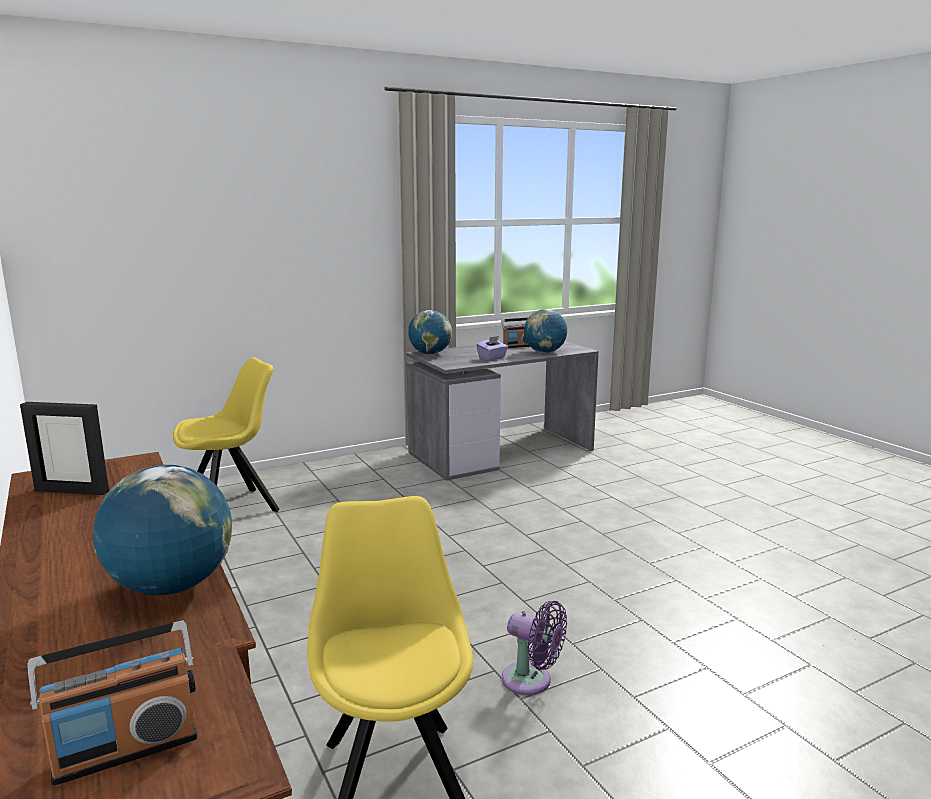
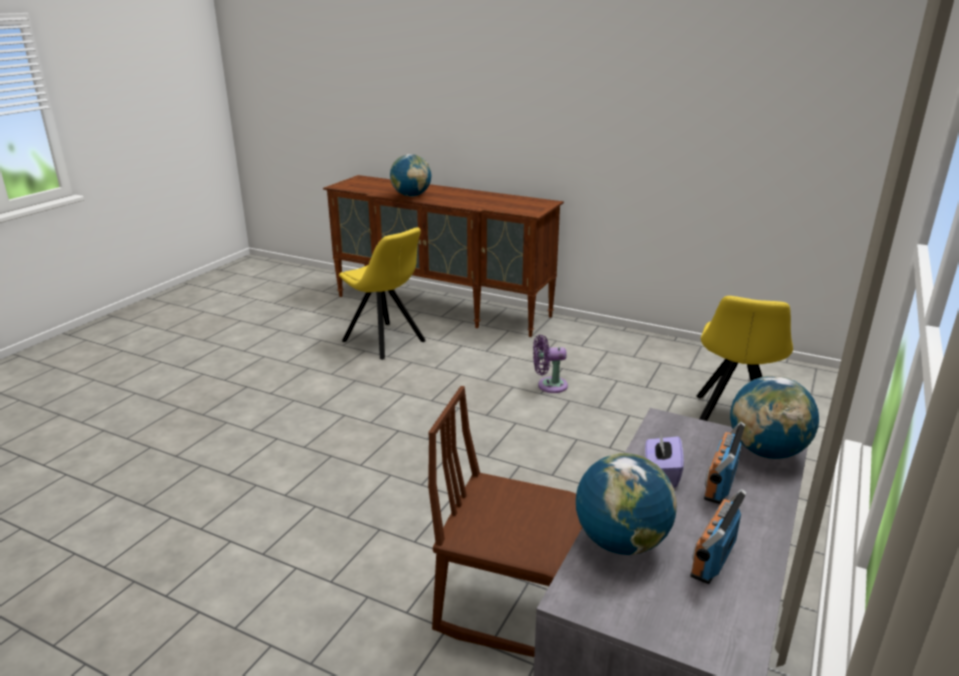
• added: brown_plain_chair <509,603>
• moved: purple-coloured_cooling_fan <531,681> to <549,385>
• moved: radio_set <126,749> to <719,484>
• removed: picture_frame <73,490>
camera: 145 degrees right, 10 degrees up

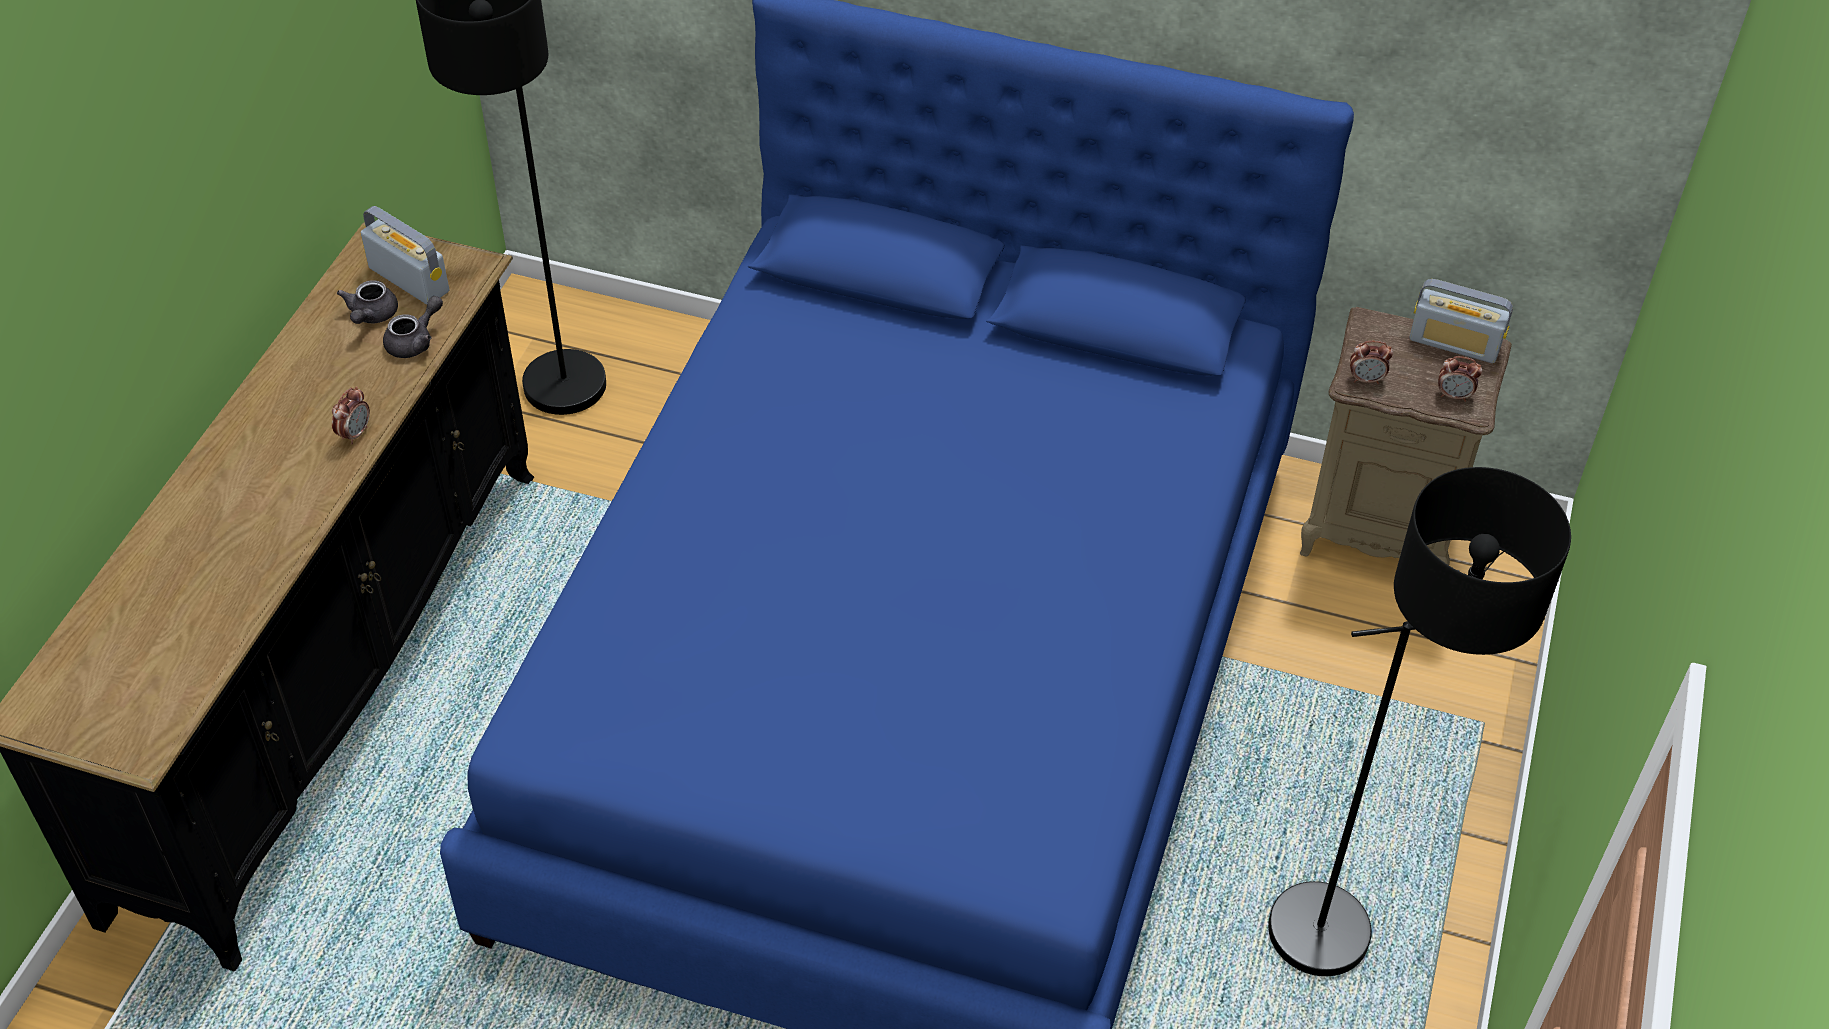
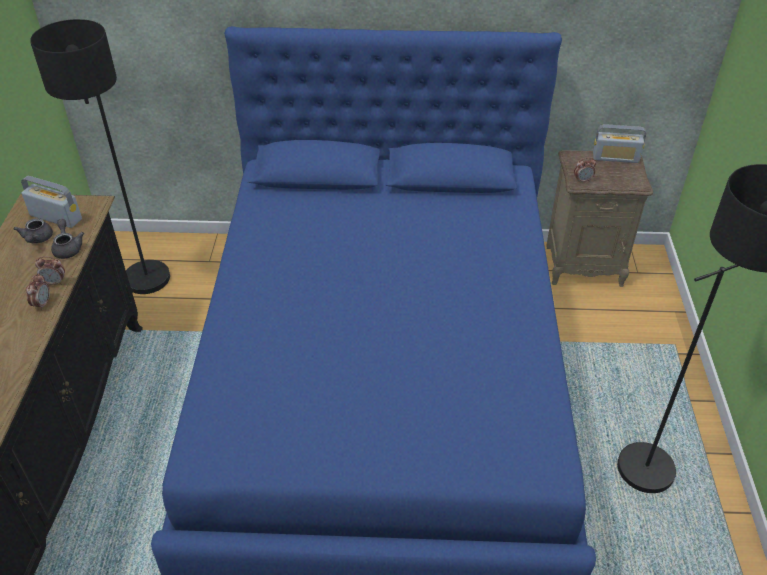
• moved: bedside_clock <1454,395> to <55,282>
• turned: grey_pot_for_tea <415,341> = <68,248> 45 degrees counterclockwise
camera: 15 degrees left, 5 degrees down

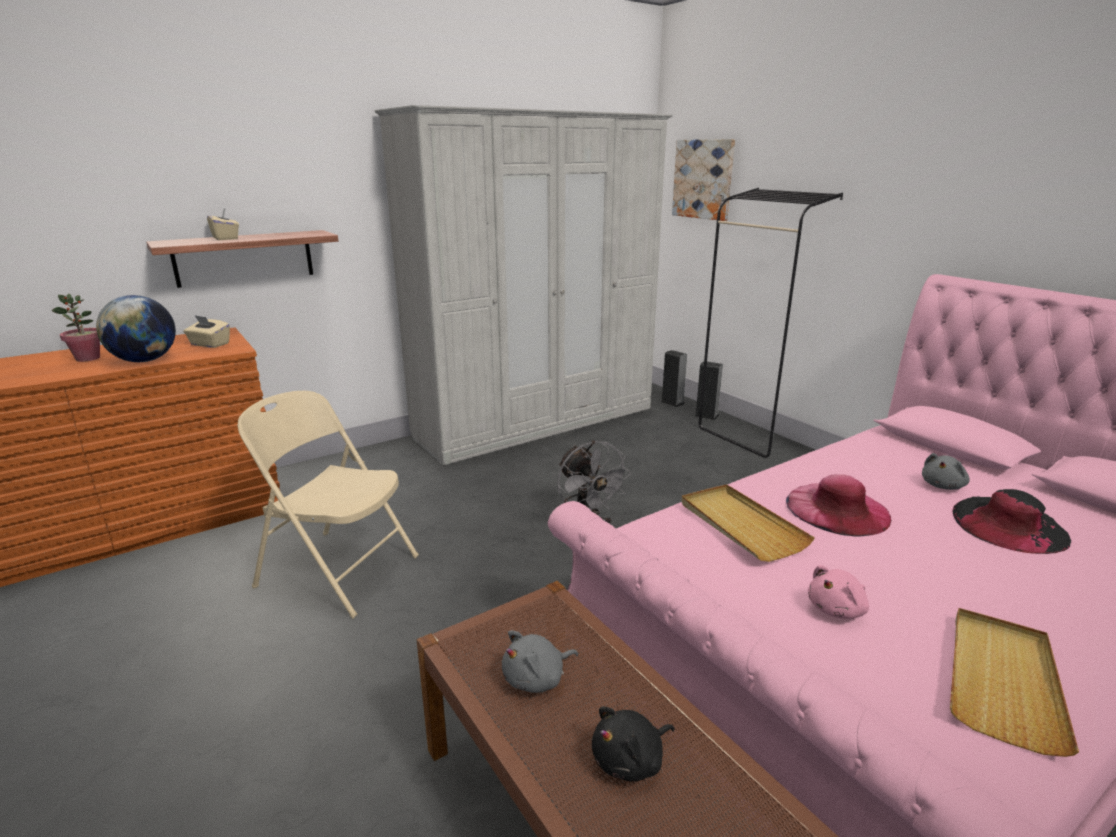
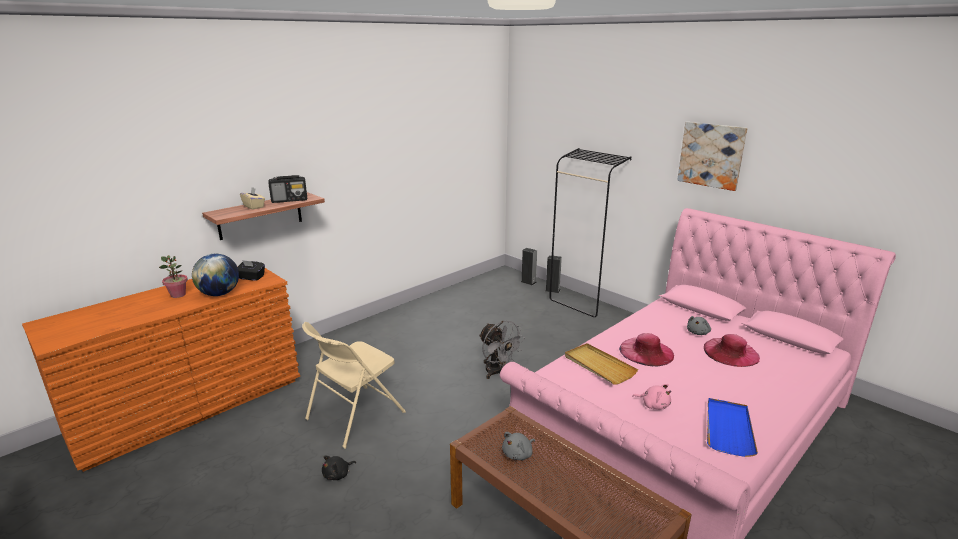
• recoloured: beige_tissue_holder <209,344> to black_tissue_holder <251,278>
• added: radio_set <290,200>
• turned: beige_plain_chair <338,571> = <355,415> 60 degrees counterclockwise
• moved: black_soft_toy <631,760> to <338,475>
• turned: pink-coloured_soft_toy <837,609> = <653,405> 105 degrees counterclockwise
• moved: picture <703,179> to <711,155>
• recoloured: black_clothing_hat <1008,525> to pink-coloured_clothing_hat <731,352>
• recoloured: beige_serving_tray <1002,680> to blue-coloured_serving_tray <728,428>
• removed: white_armoire <537,422>
camera: 10 degrees left, 0 degrees up

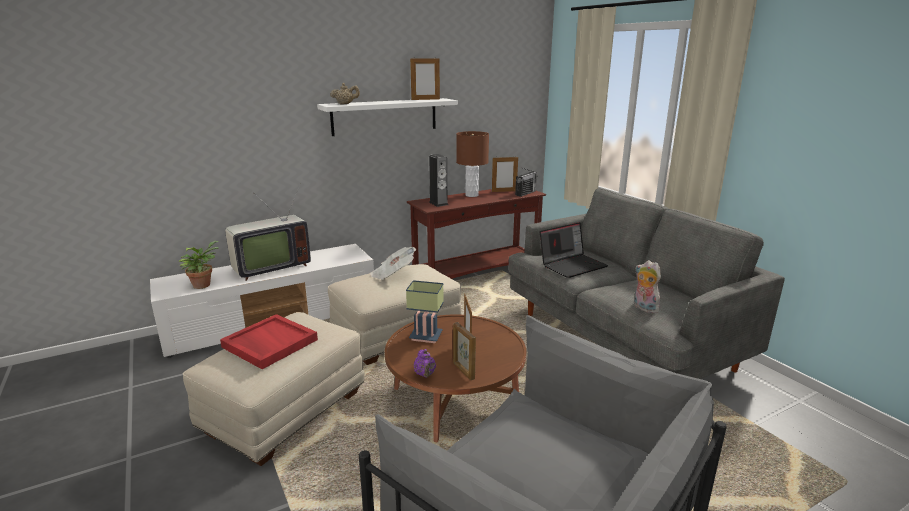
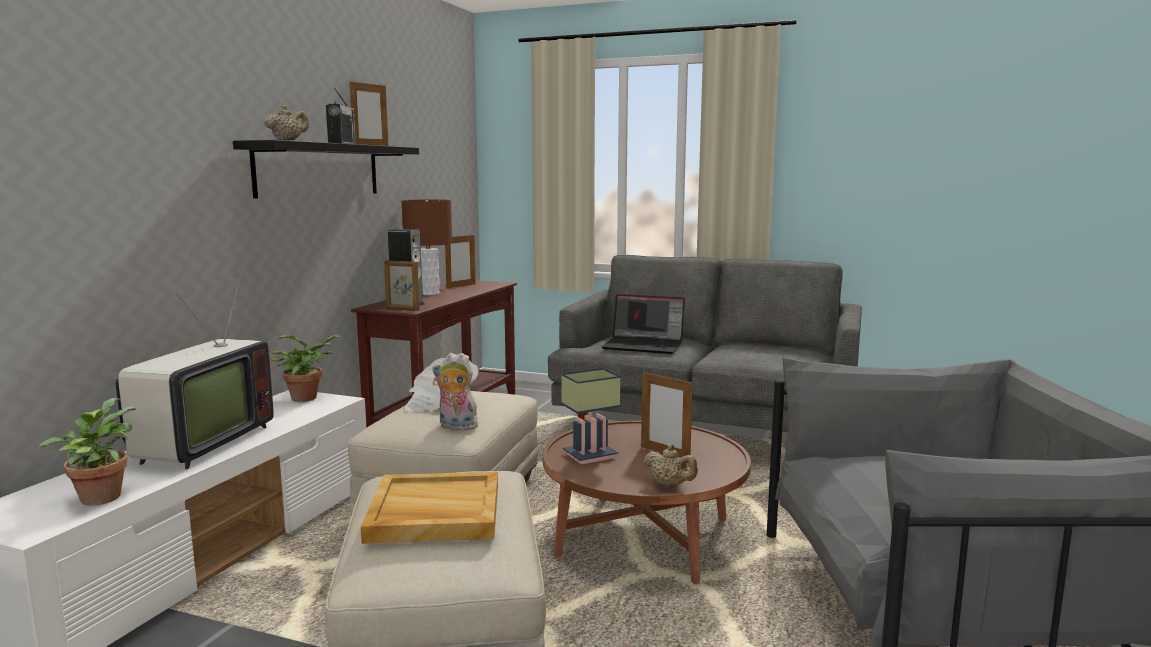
• recoloured: white_shelf <385,116> to black_shelf <319,170>
• added: potted_plant <307,397>
• moved: radio_set <525,193> to <342,144>
• recoloured: red_serving_tray <269,343> to beige_serving_tray <434,513>
• moved: picture_frame <463,371> to <402,309>
• moved: soft_toy <643,308> to <456,427>
• turned: notebook_computer <572,265> = <644,345> 90 degrees clockwise
• recoloured: purple-coloured_pot_for_tea <425,375> to beige_pot_for_tea <670,485>
camera: 40 degrees left, 10 degrees down

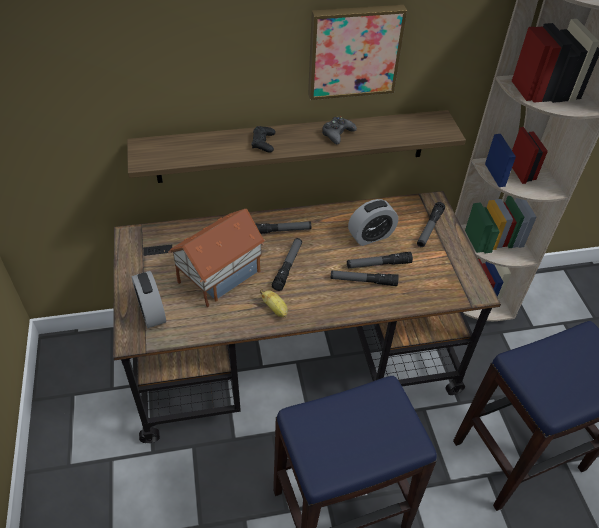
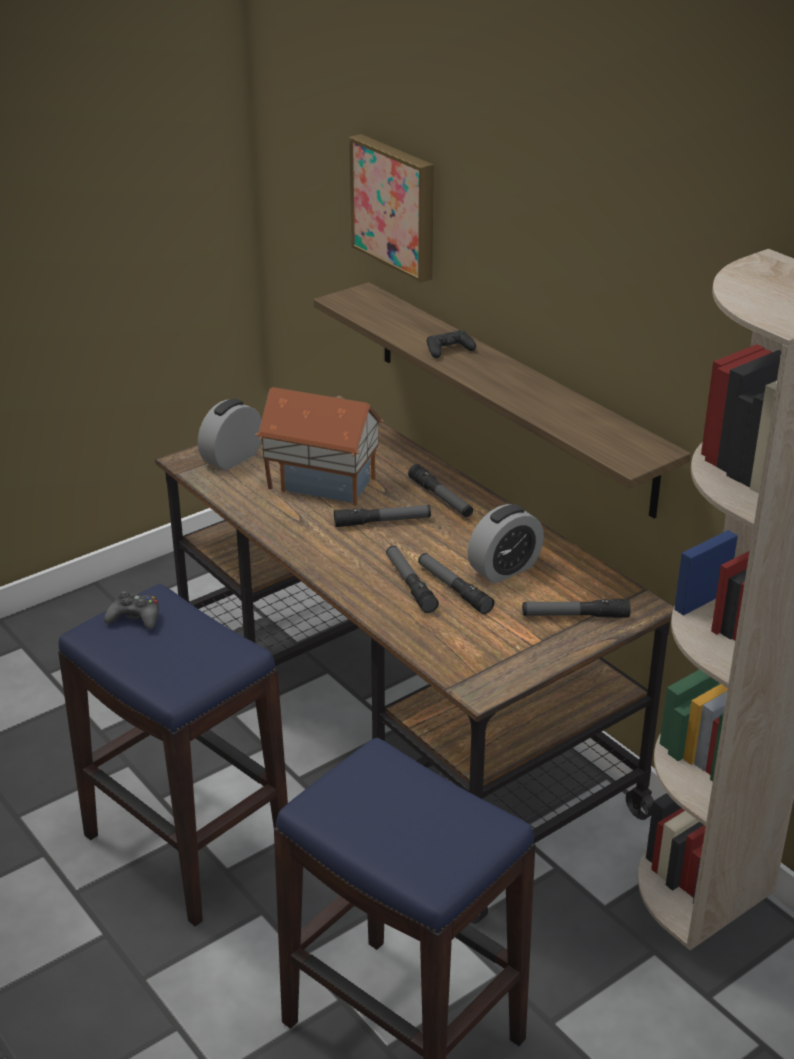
• moved: black_joypad <337,134> to <135,617>
• moved: picture <353,51> to <396,206>
• turned: bedside_clock <371,236> = <504,569> 75 degrees counterclockwise
• removed: banana_fruit <275,309>
camera: 65 degrees right, 15 degrees down

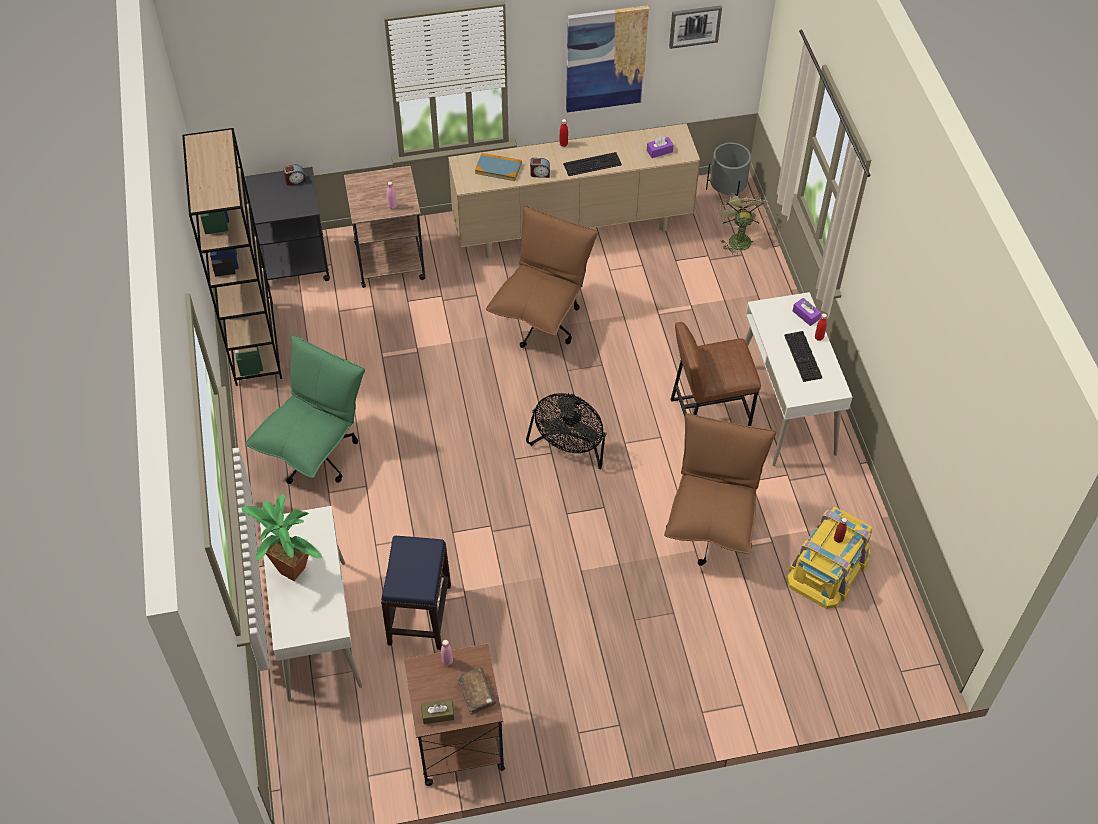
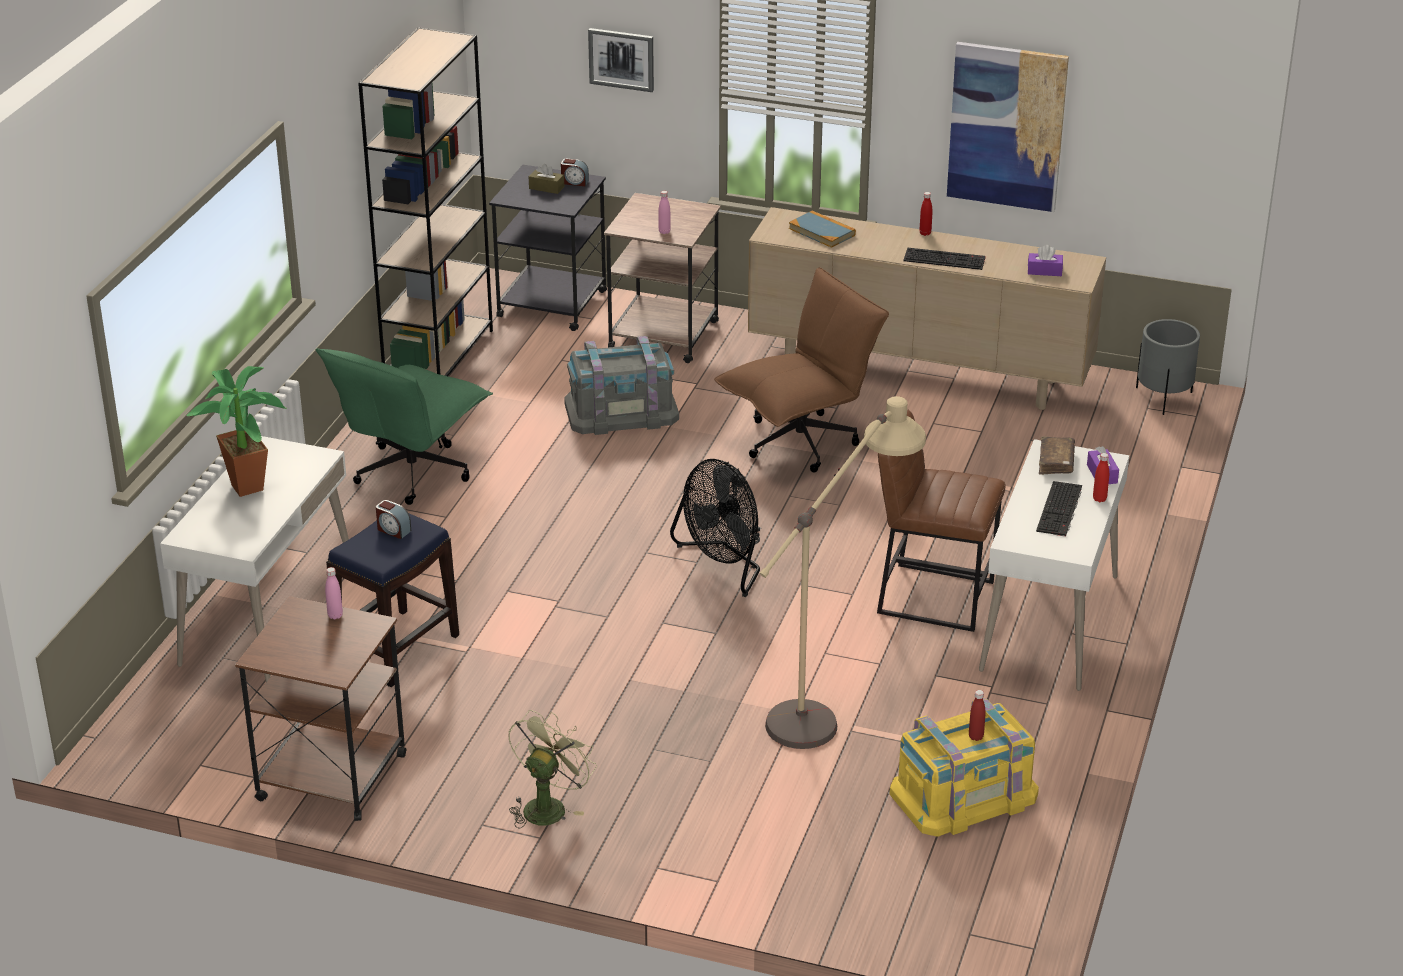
• turned: greenish_office_chair <315,455> = <413,471> 150 degrees clockwise
• moved: bedside_clock <540,173> to <393,530>
• moved: greenish_cooling_fan <738,238> to <548,805>
• moved: brown_tissue_holder <438,714> to <546,188>
• added: grey_storage_box <621,411>
• moved: picture <694,26> to <621,59>
• replaced: brown_office_chair <710,530> to beige_standard_lamp <835,702>
• moved: brown_bound_book <476,693> to <1056,462>
camera: 30 degrees right, 20 degrees down

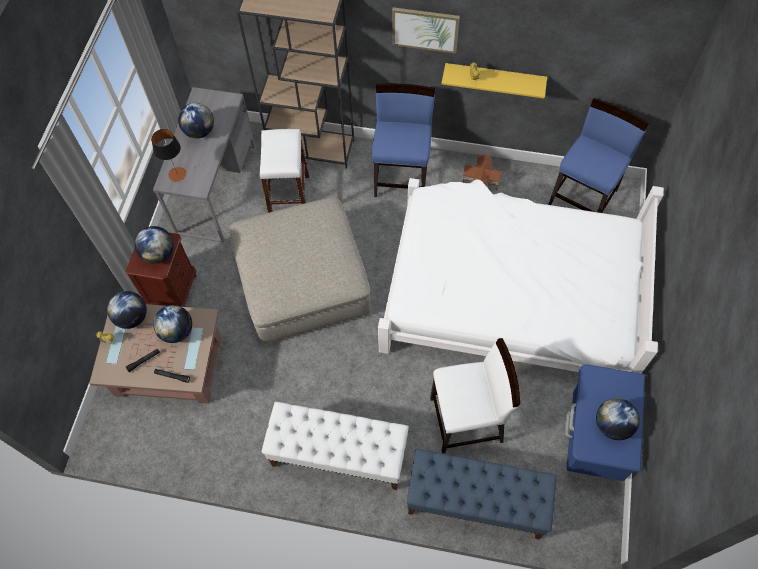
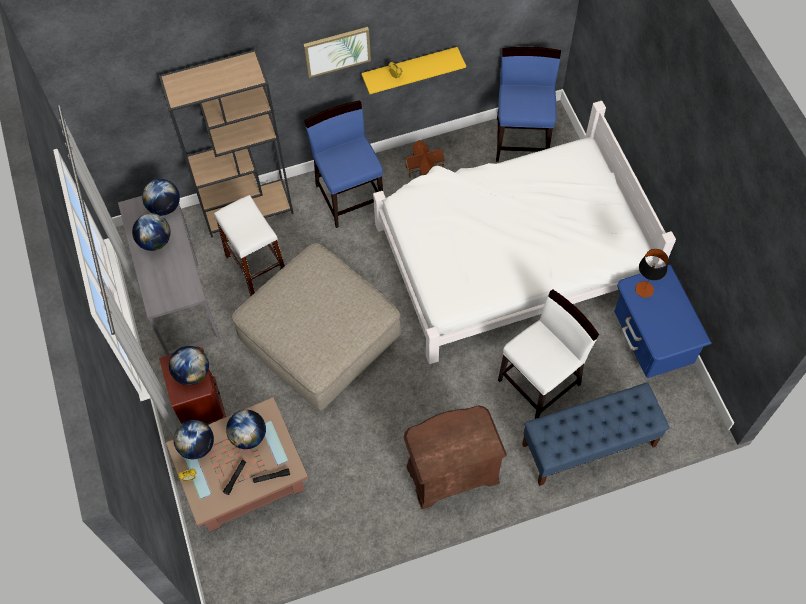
• moved: world_globe <612,425> to <165,207>
• replaced: white_long_seat <338,455> to brown_bedside_table <450,470>
• moved: tabletop_lamp <177,174> to <644,289>
camera: 30 degrees left, 0 degrees up

